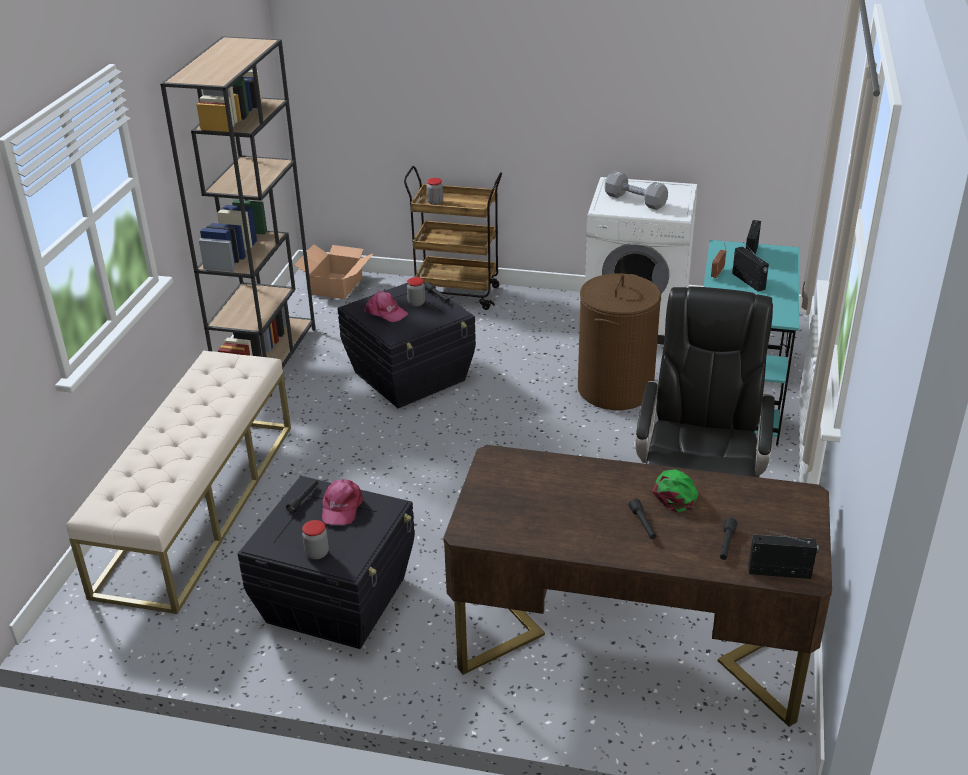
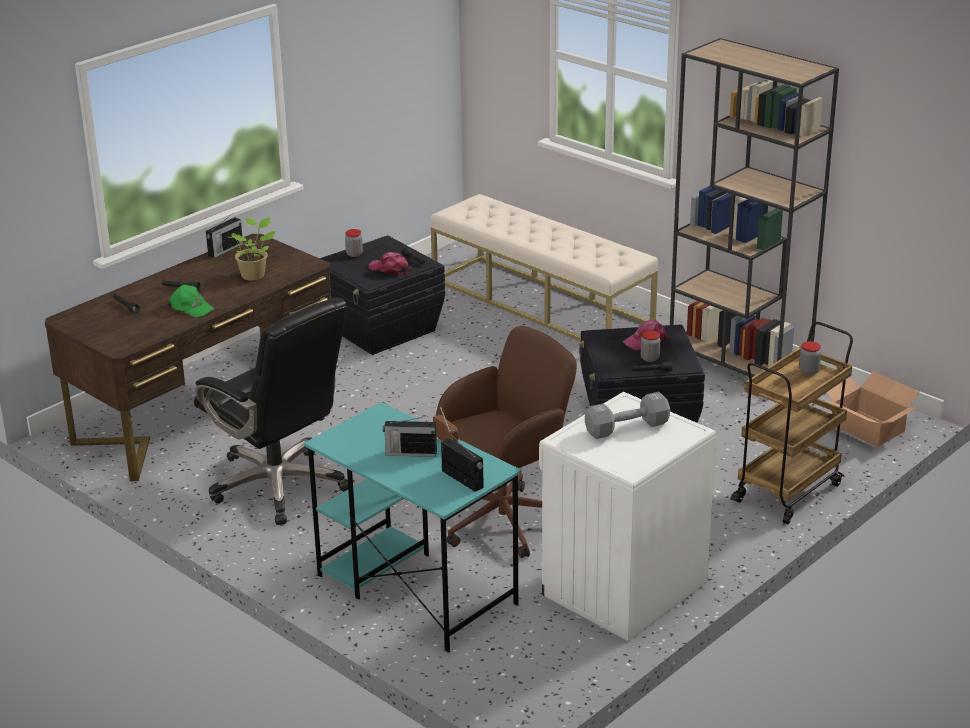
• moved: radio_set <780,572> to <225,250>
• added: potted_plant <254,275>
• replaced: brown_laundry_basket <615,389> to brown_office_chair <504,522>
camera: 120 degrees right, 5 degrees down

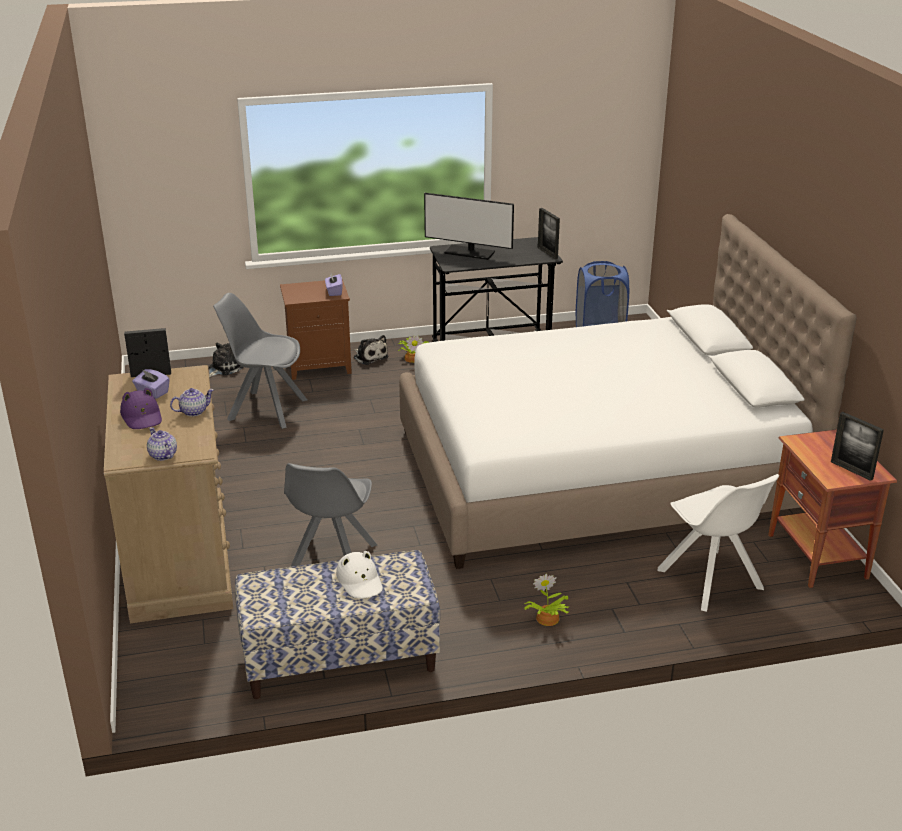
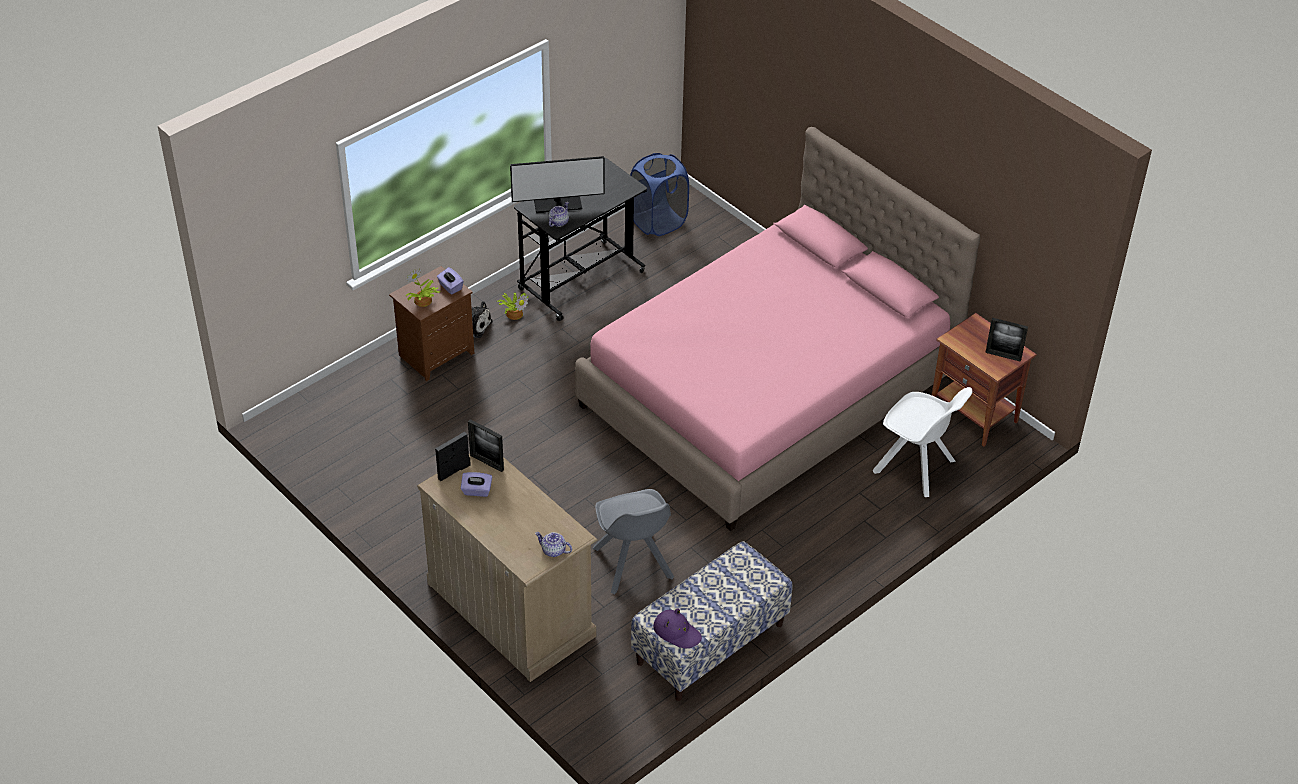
• moved: potted_plant <547,619> to <423,301>
• moved: picture_frame <547,253> to <487,462>
• moved: pot_for_tea <194,411> to <558,222>
• recoloured: white_sleeping_bed <599,473> to pink-coloured_sleeping_bed <769,391>
• moved: purple-coloured_clothing_hat <142,417> to <677,632>
• removed: soft_toy <224,368>
• removed: grey_plain_chair <265,409>
• removed: white_clothing_hat <360,581>
camera: 30 degrees left, 15 degrees up

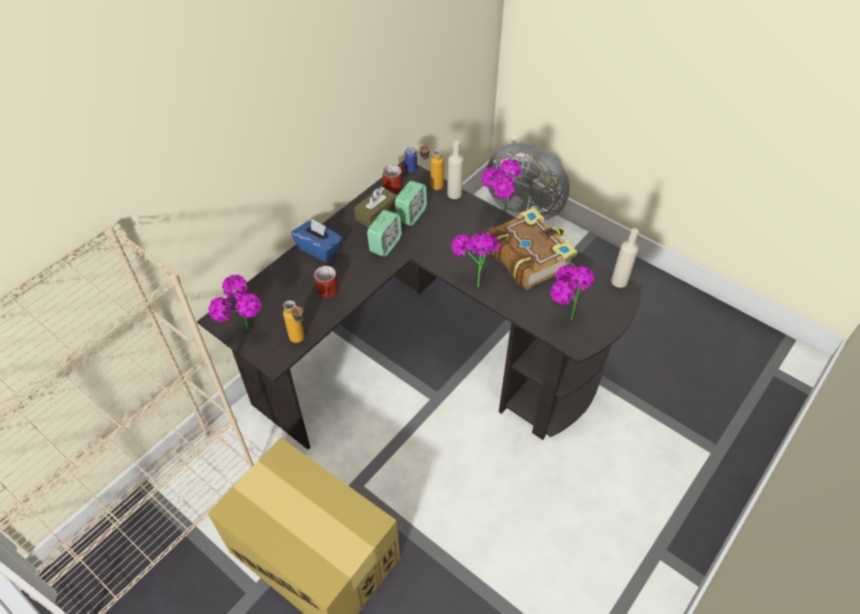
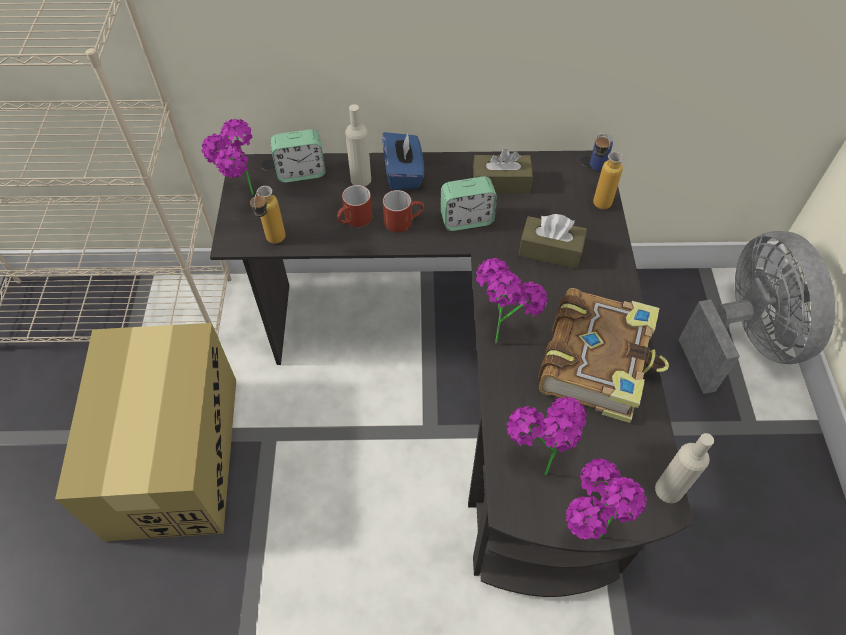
• moved: bedside_clock <411,215> to <301,172>
• moved: beige_beverage_bottle <454,194> to <361,179>
• moved: red_tea_mug <394,184> to <403,220>
• added: brown_tissue_holder <550,250>
• moved: potted_plant <498,216> to <583,532>
camera: 50 degrees right, 5 degrees up

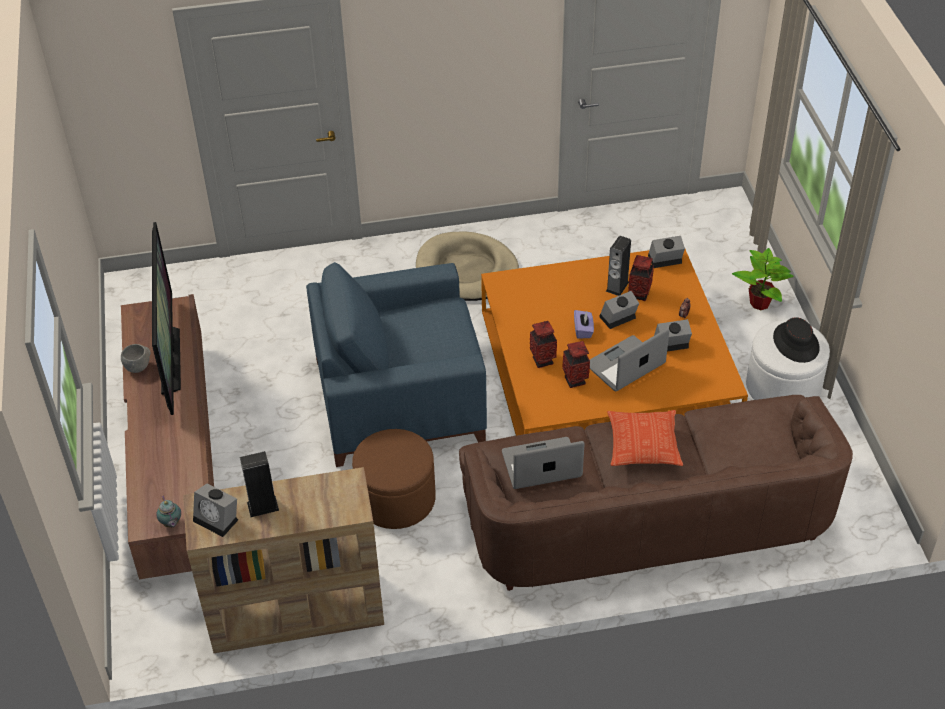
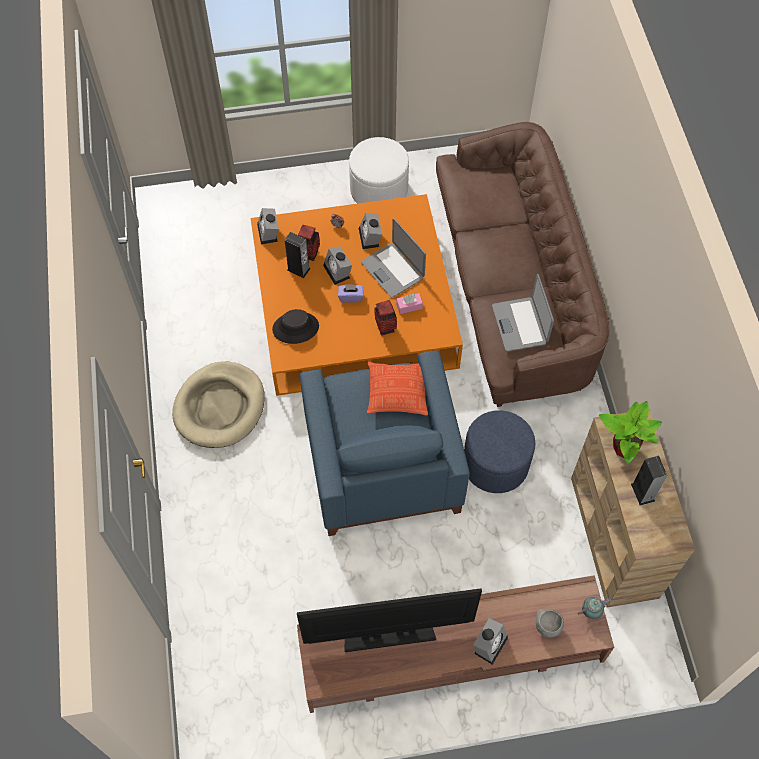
• moved: black_clothing_hat <796,343> to <295,328>
• moved: orange-coloured_cushion <643,446> to <397,393>
• replaced: flower_vase <575,380> to pink-coloured_tissue_holder <409,306>
• recoloured: brown_pouffe <396,499> to blue-coloured_pouffe <495,463>
• moved: bedside_clock <218,519> to <490,643>
• moved: grey_deep_dish <138,367> to <547,626>
• moved: potted_plant <760,303> to <624,447>
camera: 90 degrees left, 15 degrees up

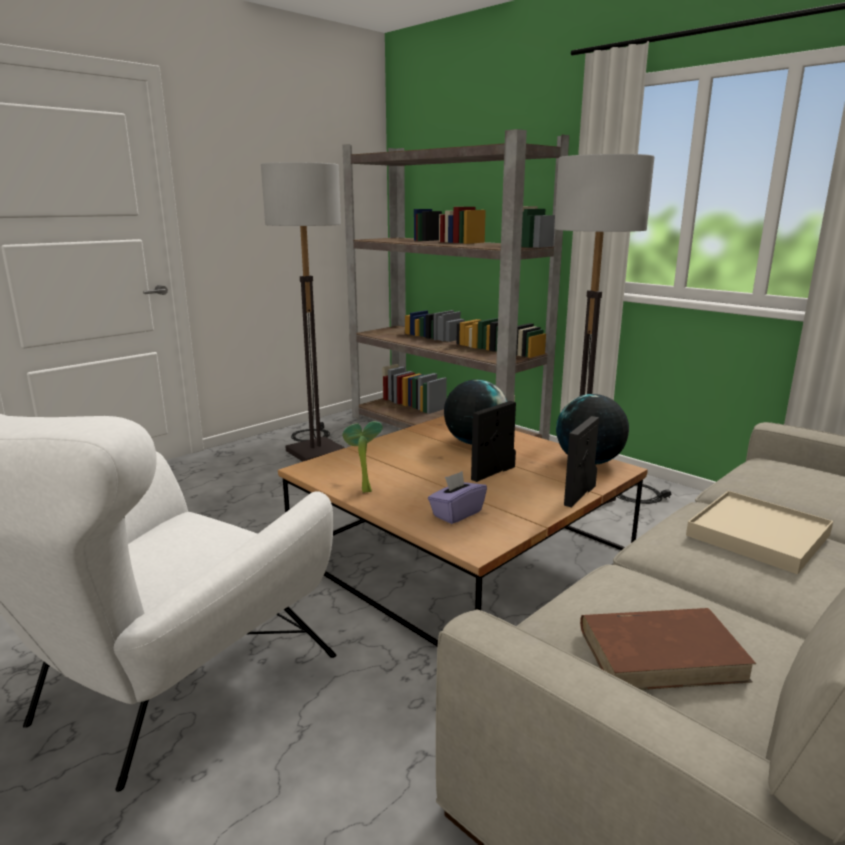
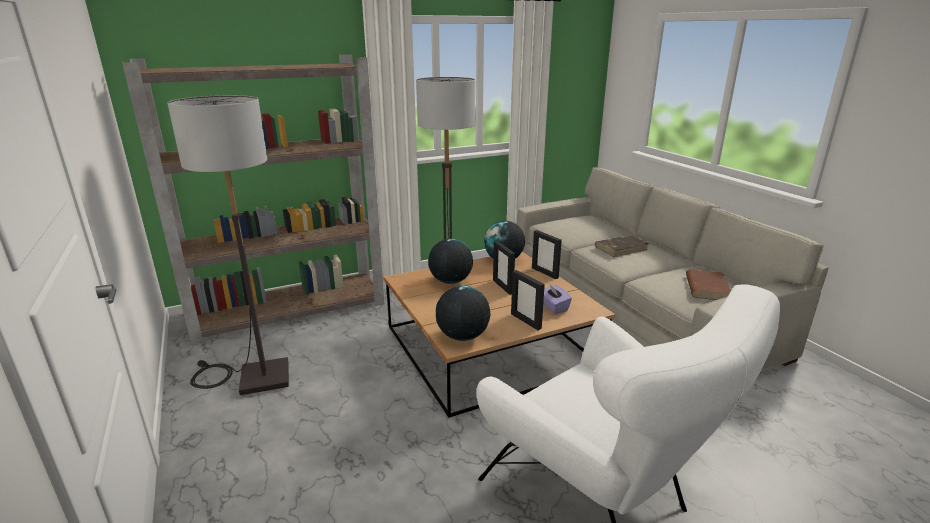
• added: world_globe <462,336>
• added: picture_frame <526,321>
• replaced: beige_serving_tray <758,535> to brown_bound_book <621,248>
• removed: potted_plant <363,490>
camera: 70 degrees left, 5 degrees up

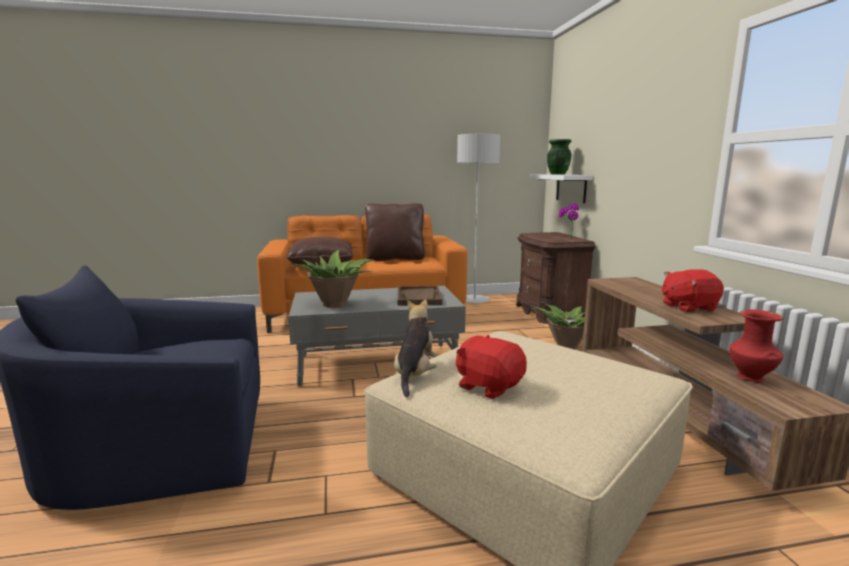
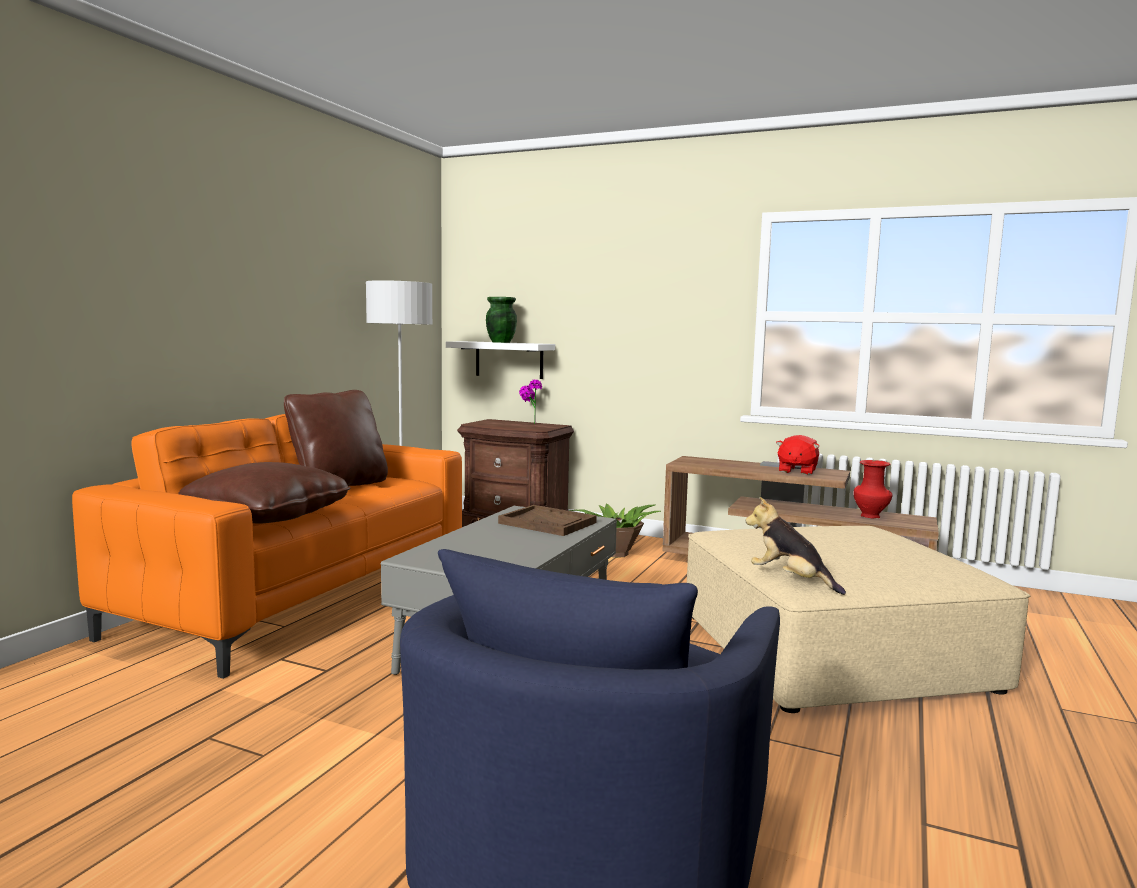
• removed: potted_plant <335,303>
• removed: red_soft_toy <489,386>
camera: 55 degrees left, 5 degrees down

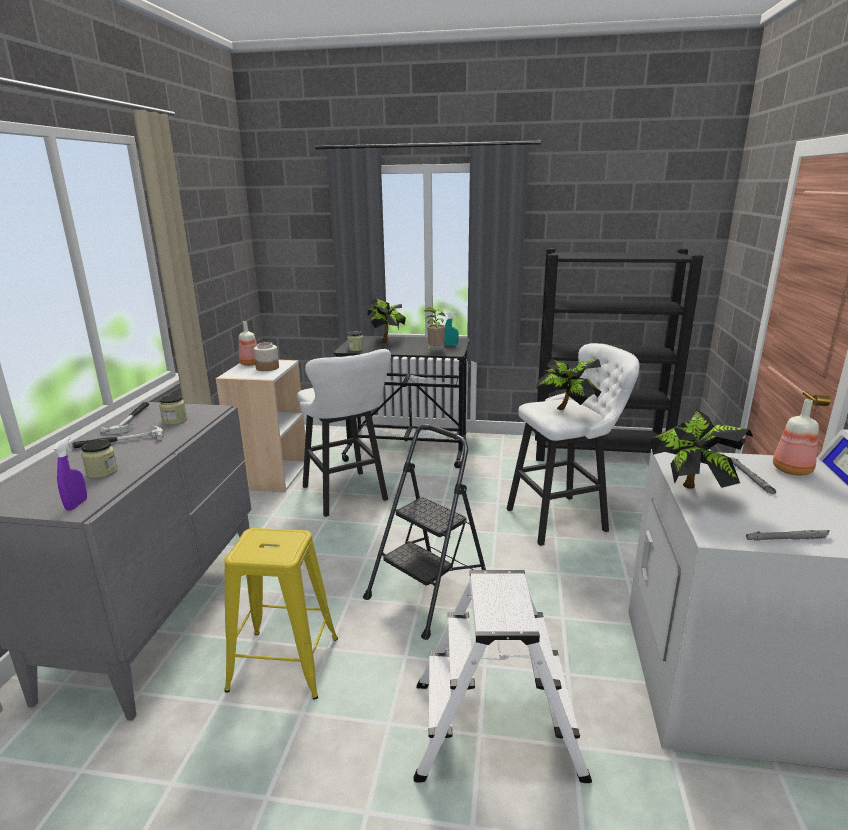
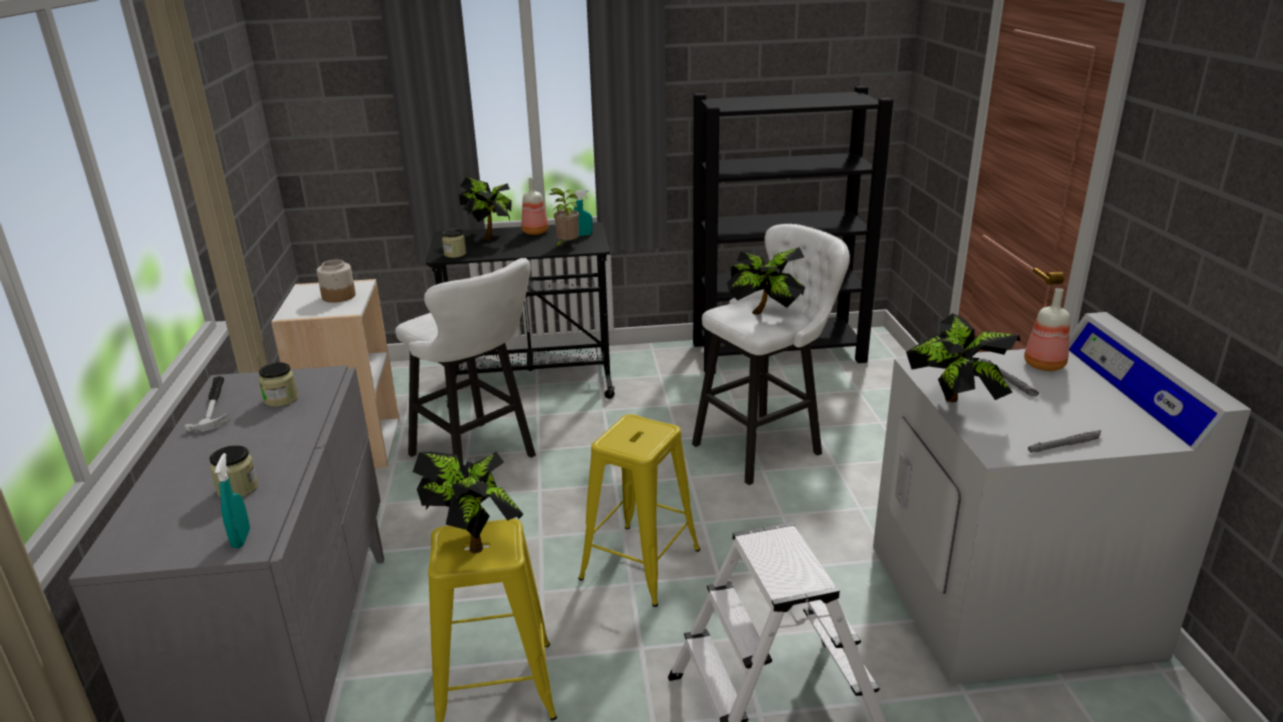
• recoloured: purple-coloured_sprayer <76,504> to turquoise_sprayer <241,539>
• added: potted_plant <474,540>
• moved: beverage_bottle <250,363> to <535,232>
• replaced: black_step_ladder <431,591> to yellowish_sitting_stool <640,564>
• removed: hand_hammer <120,441>
camera: 15 degrees left, 5 degrees up

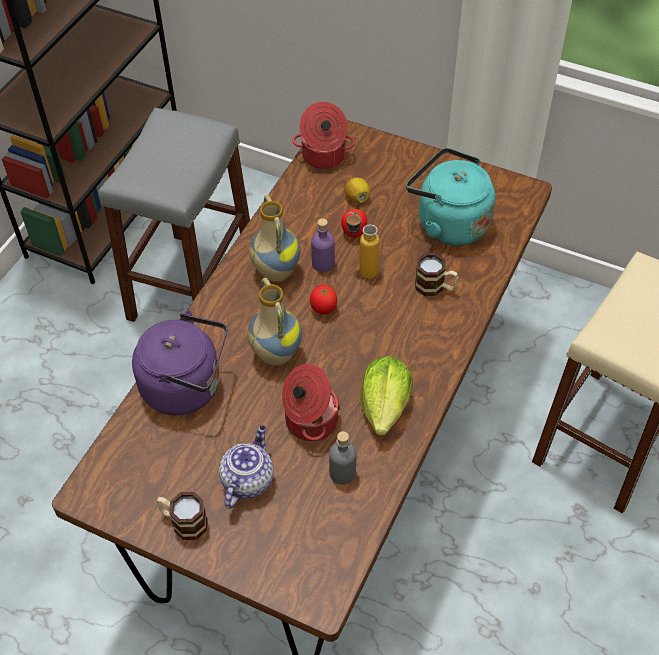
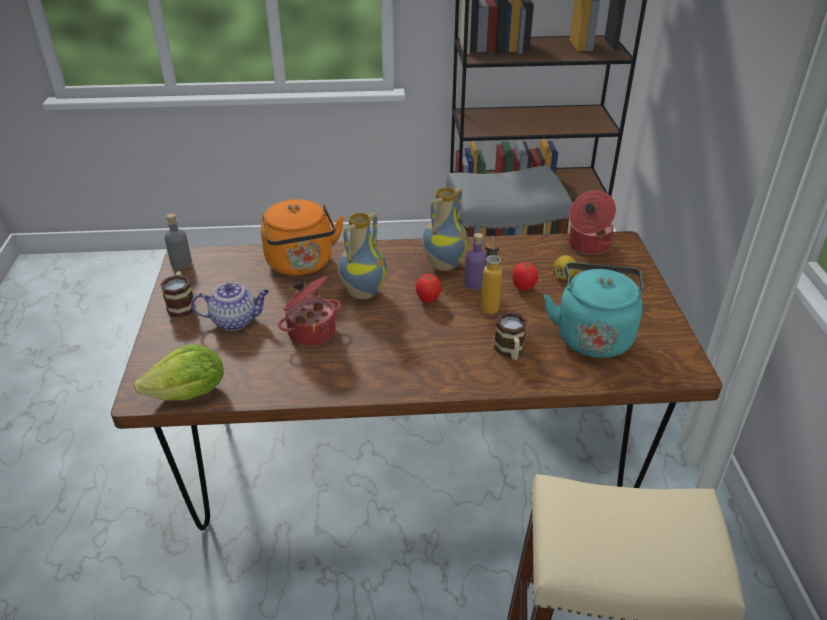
• moved: head_of_lettuce <385,406> to <189,394>
• moved: grey_beverage_bottle <342,473> to <181,262>
• recoloured: purple-coloured_tea_kettle <187,387> to orange-coloured_tea_kettle <301,264>
camera: 60 degrees right, 15 degrees down

